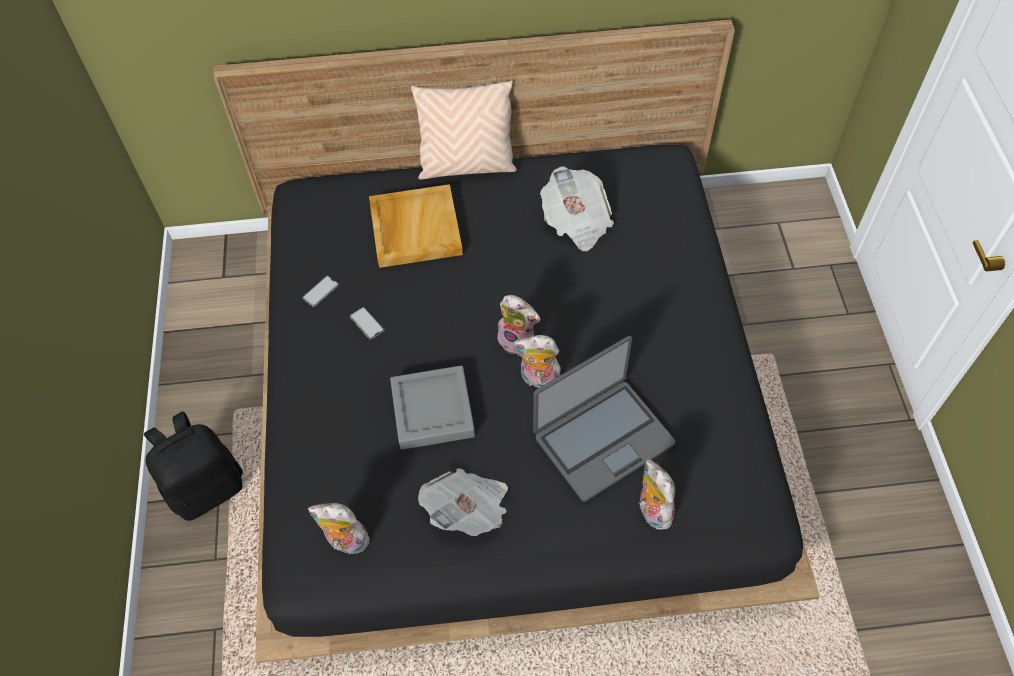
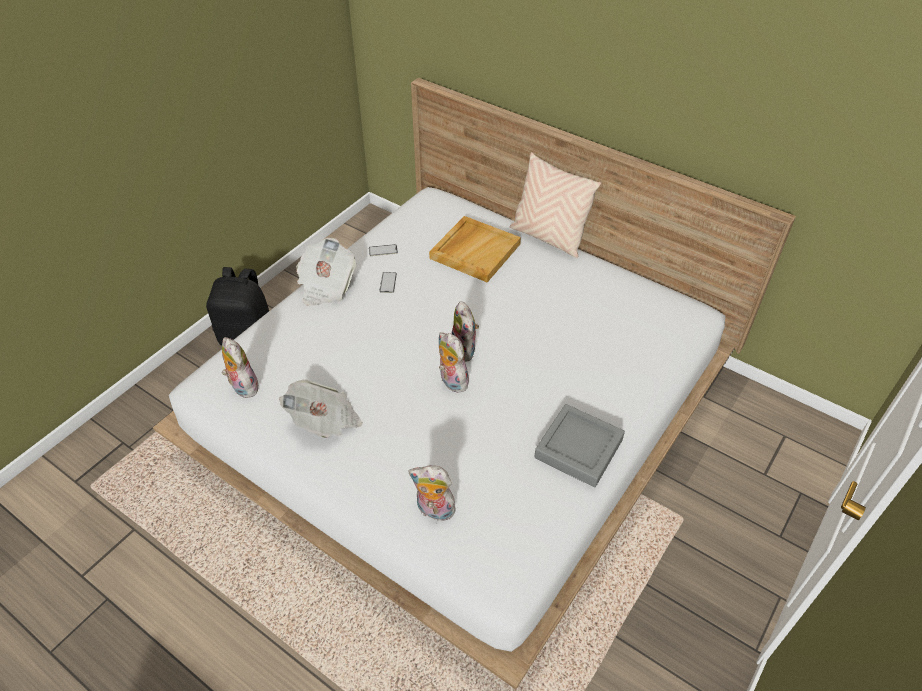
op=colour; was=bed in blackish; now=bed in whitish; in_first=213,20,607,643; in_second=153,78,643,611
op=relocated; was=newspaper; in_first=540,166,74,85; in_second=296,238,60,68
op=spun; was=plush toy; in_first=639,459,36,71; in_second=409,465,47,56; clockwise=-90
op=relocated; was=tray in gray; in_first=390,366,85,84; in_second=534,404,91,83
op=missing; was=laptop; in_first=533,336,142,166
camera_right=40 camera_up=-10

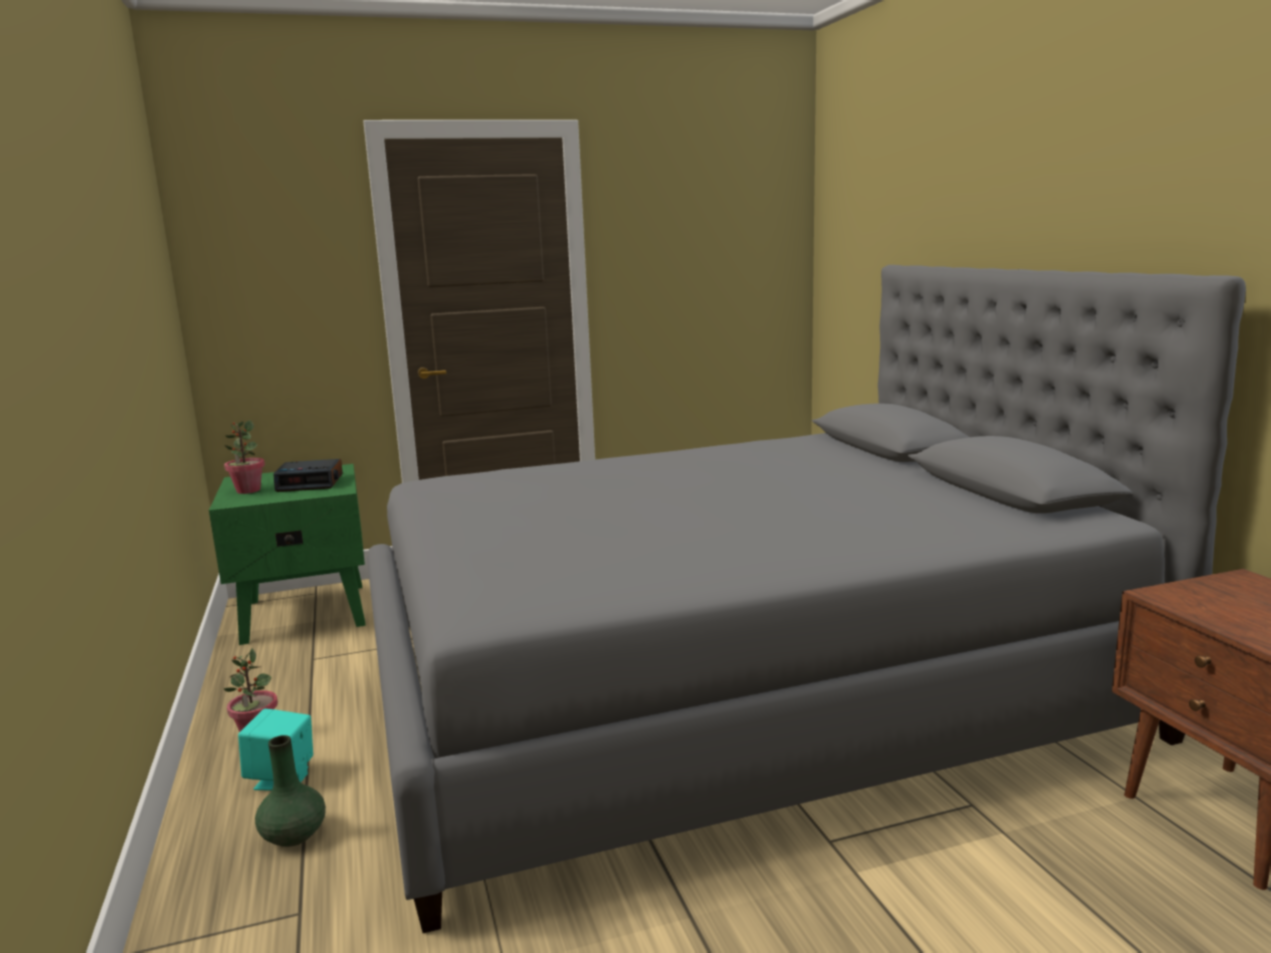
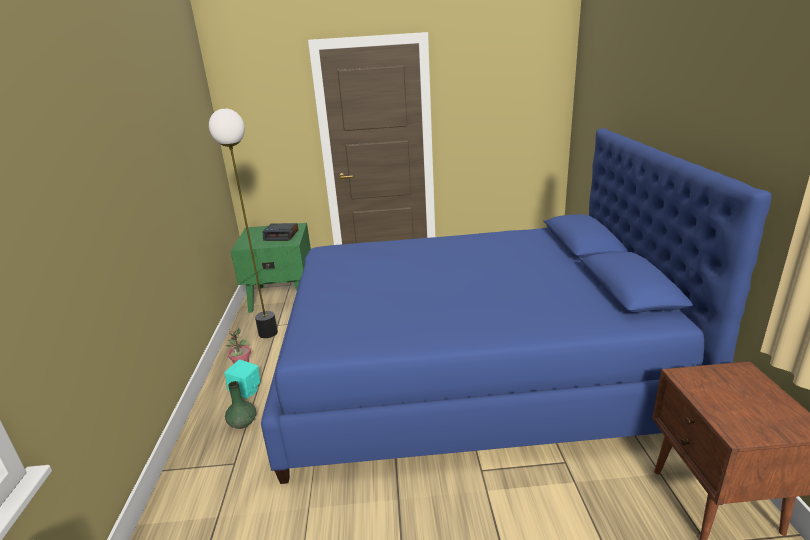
op=appeared; now=standing lamp; in_second=209,108,69,230
op=colour; was=bed in gray; now=bed in blue; in_first=367,265,879,668; in_second=261,128,511,356
op=missing; was=plant in a pot; in_first=224,420,41,74
camera_right=15 camera_up=10

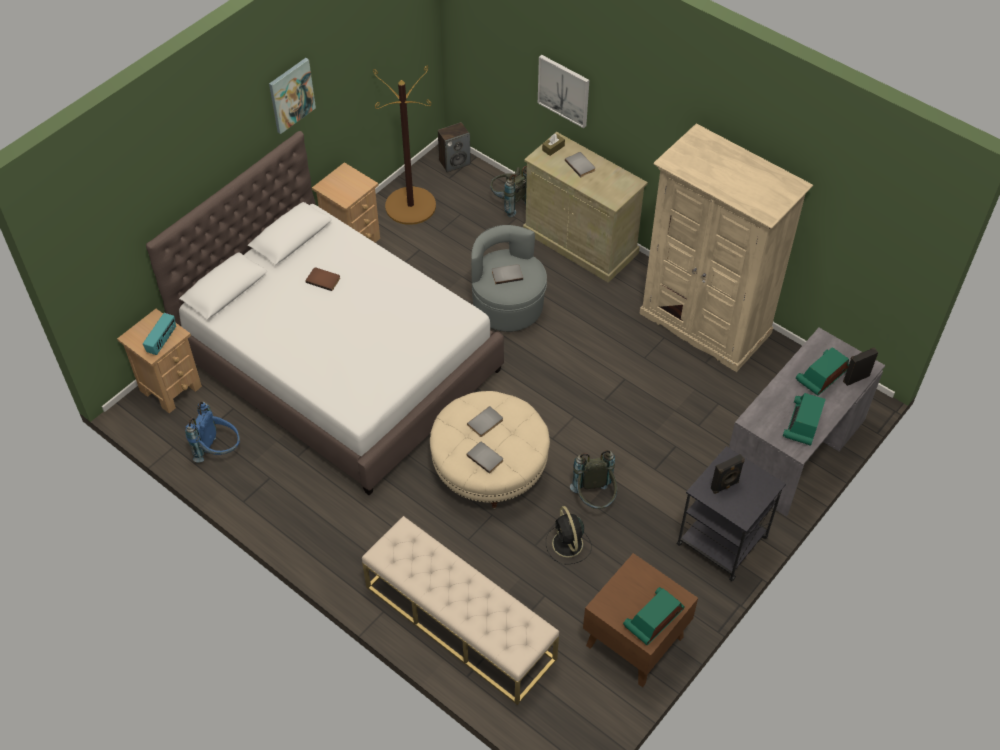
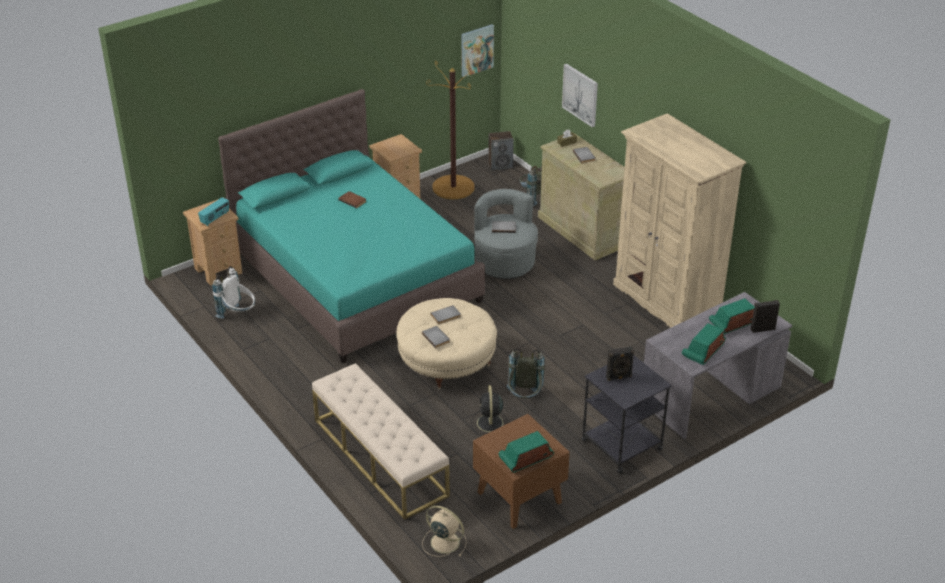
op=colour; was=rucksack in blue; now=rucksack in whitish; in_first=185,402,55,60; in_second=212,266,43,53
op=colour; was=bed in whitish; now=bed in turquoise; in_first=146,131,358,364; in_second=218,89,267,274
op=appeared; now=electric fan in beige; in_second=422,506,45,51
op=relocated; was=wall picture; in_first=269,58,47,76; in_second=461,24,33,53
camera_right=15 camera_up=-15

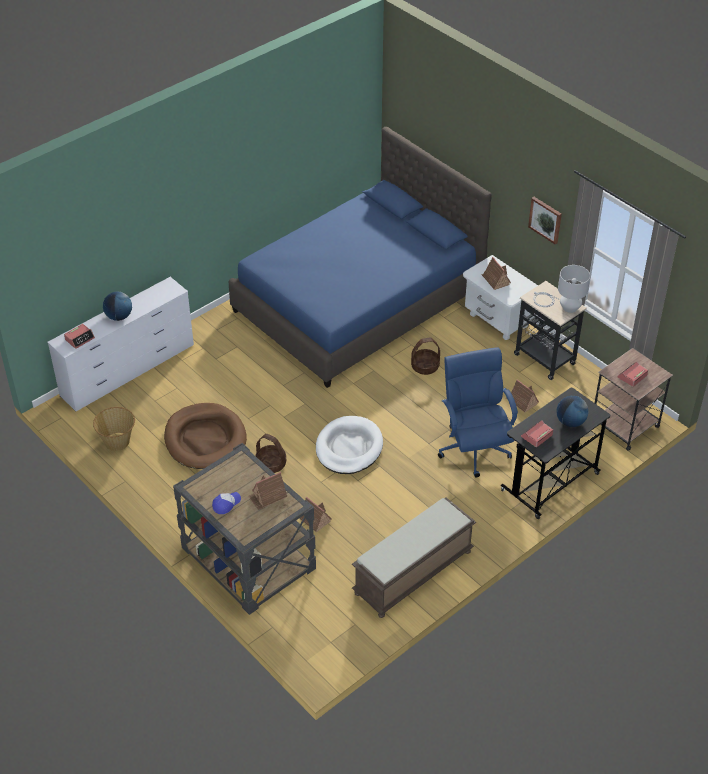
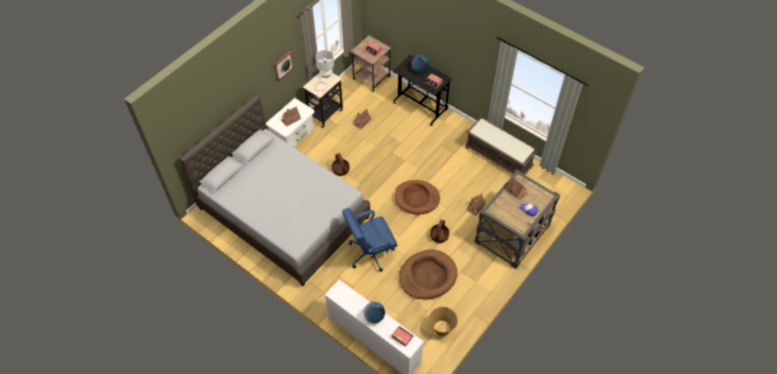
op=colour; was=bed in blue; now=bed in gray; in_first=229,127,263,261; in_second=180,95,191,191
op=relocated; was=desk chair in blue; in_first=438,347,80,131; in_second=342,208,55,64
op=colour; was=pet bed in whitish; now=pet bed in brown; in_first=316,416,67,58; in_second=395,180,45,35
camera_right=-100 camera_up=10

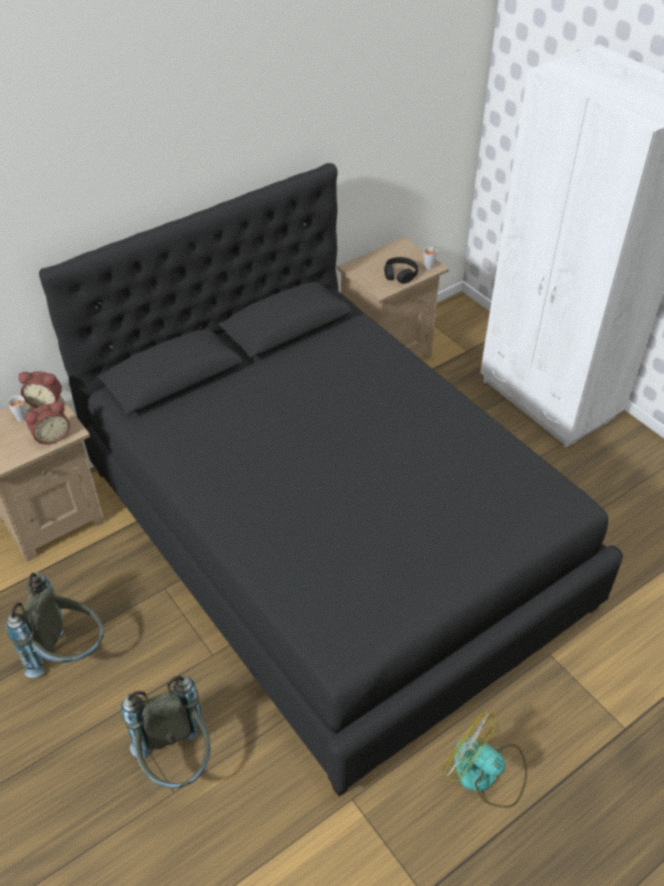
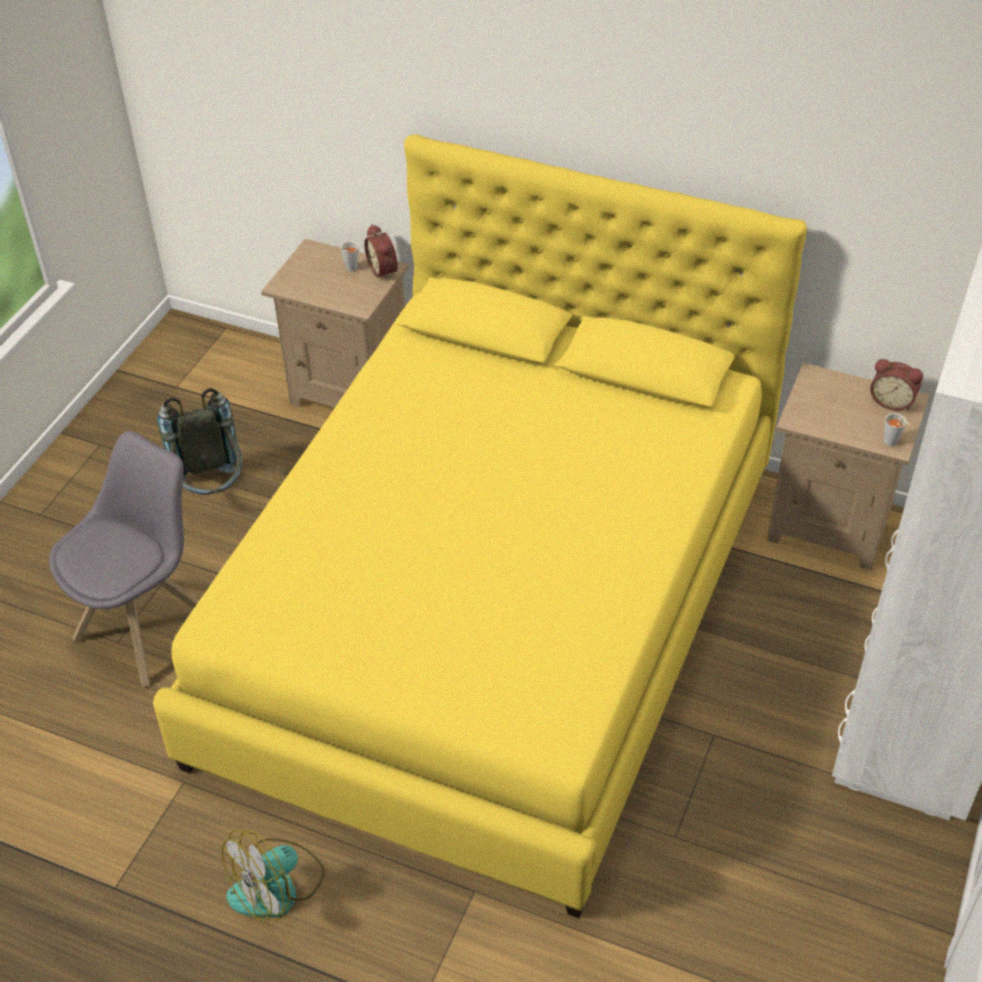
op=exchanged; was=rucksack in gray; now=upright chair in gray; in_first=121,675,90,113; in_second=49,431,150,256
op=colour; was=bed in blackish; now=bed in yellow; in_first=39,163,584,633; in_second=153,134,654,784
op=spun; was=electric fan; in_first=442,711,85,97; in_second=222,829,103,92; clockwise=-135
op=relocated; was=table clock; in_first=25,401,45,44; in_second=870,359,53,51
op=missing; was=headphones in blackish; in_first=384,257,34,27
camera_right=60 camera_up=0

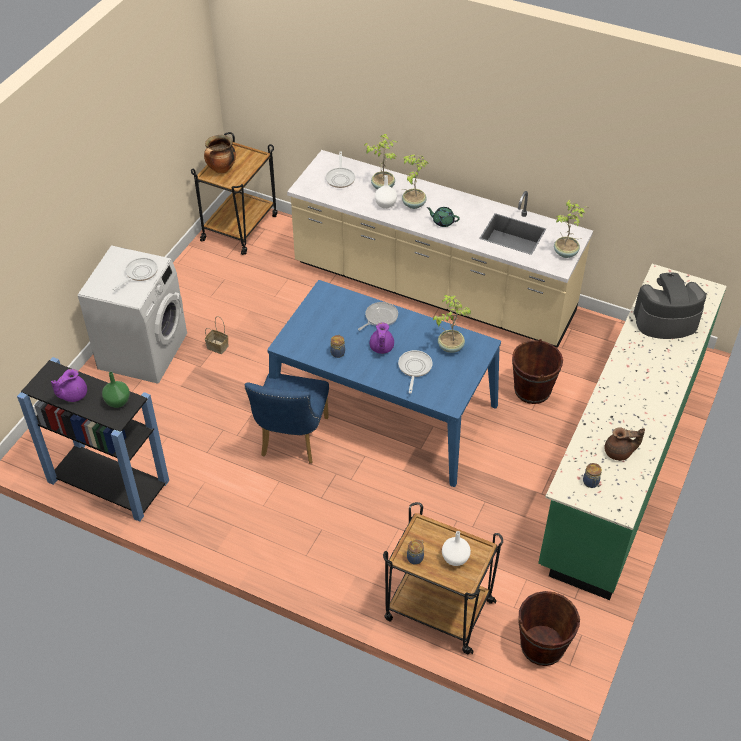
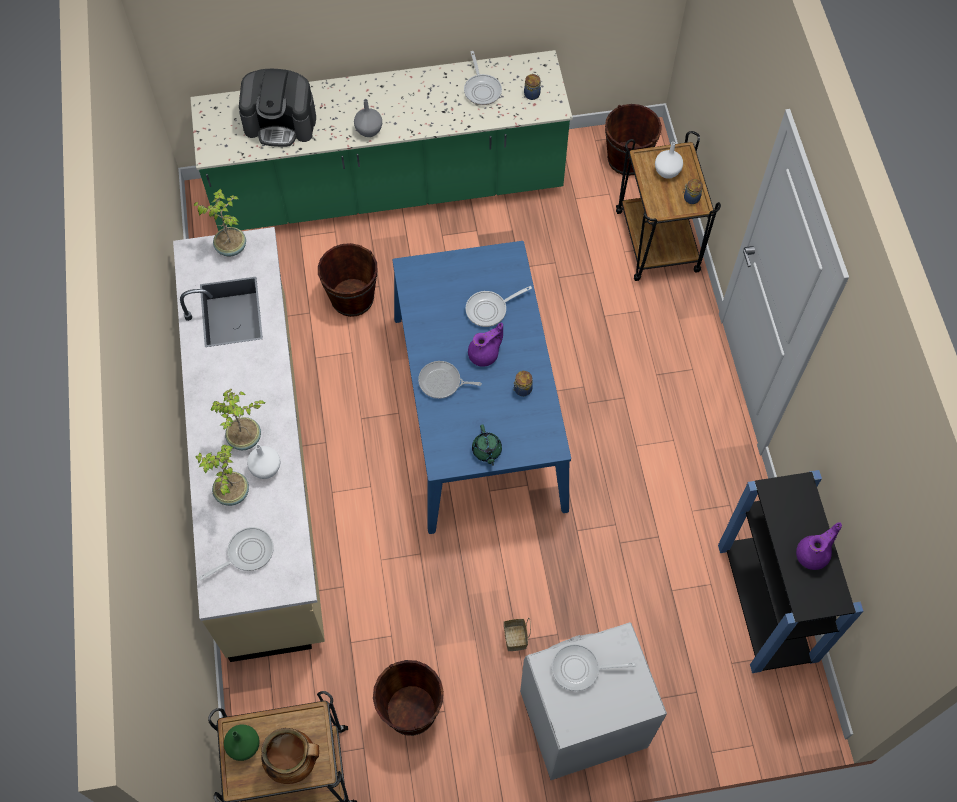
op=relocated; was=flower vase in green-coloured; in_first=102,372,28,36; in_second=224,725,36,36
op=spun; was=coffee brewer; in_first=633,273,73,66; in_second=239,69,77,78; clockwise=-45
op=appeared; now=flower vase in gray; in_second=354,99,28,38
op=appeared; now=water bucket in brown; in_second=373,660,71,76
op=exchanged; was=tea pot in brown; now=frying pan; in_first=604,427,41,34; in_second=464,51,38,54
op=relocated; was=tea pot in green-coloured; in_first=427,207,33,20; in_second=472,424,30,42
op=spun; was=tea pot in purple-coloured; in_first=51,369,36,33; in_second=796,522,46,48; clockwise=-45
op=missing; was=upright chair in blue; in_first=245,374,84,90
op=missing; was=plant in a pot; in_first=433,295,38,58
camera_right=-125 camera_up=15

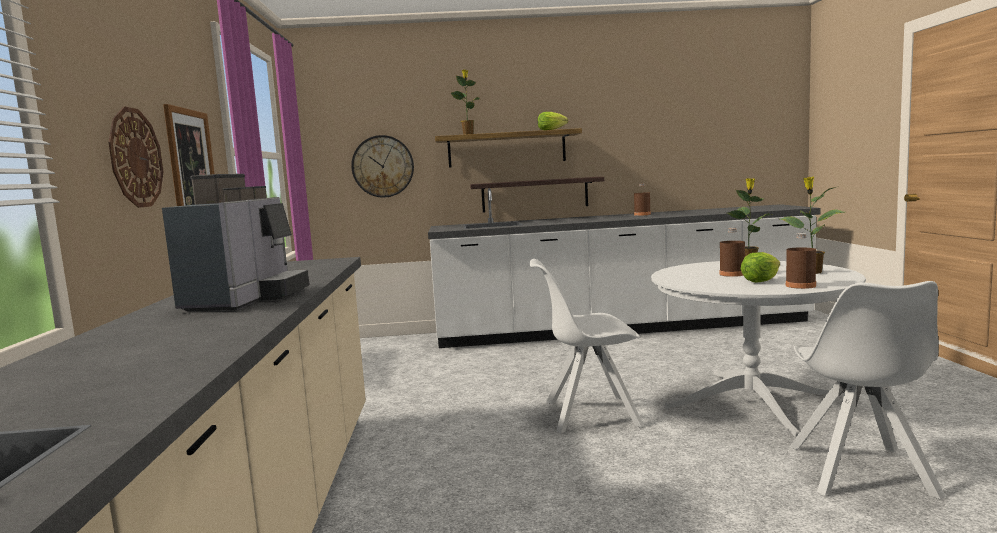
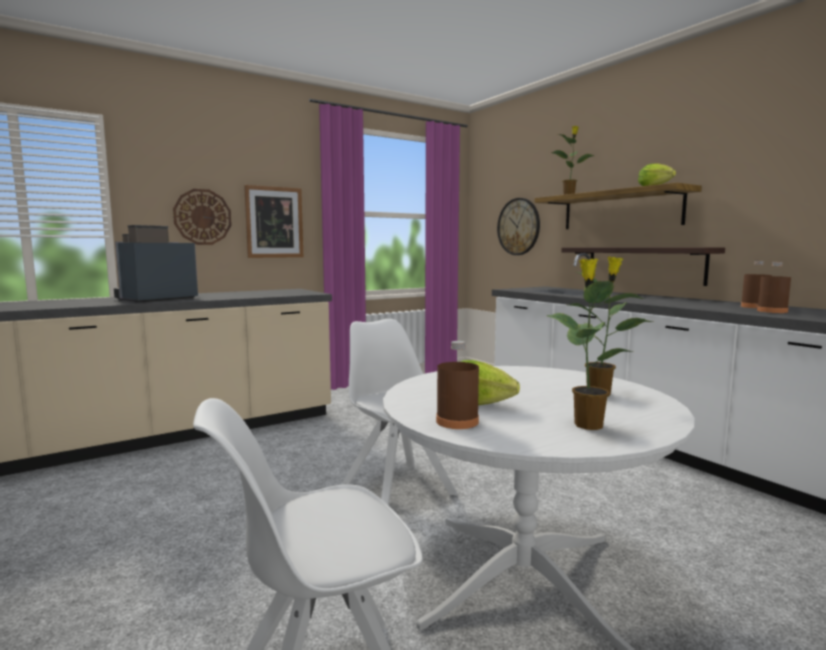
op=spun; was=coffee brewer; in_first=162,174,147,138; in_second=114,225,84,78; clockwise=150
op=relocated; was=bottle in brown; in_first=720,228,25,49; in_second=757,262,34,51
camera_right=60 camera_up=0

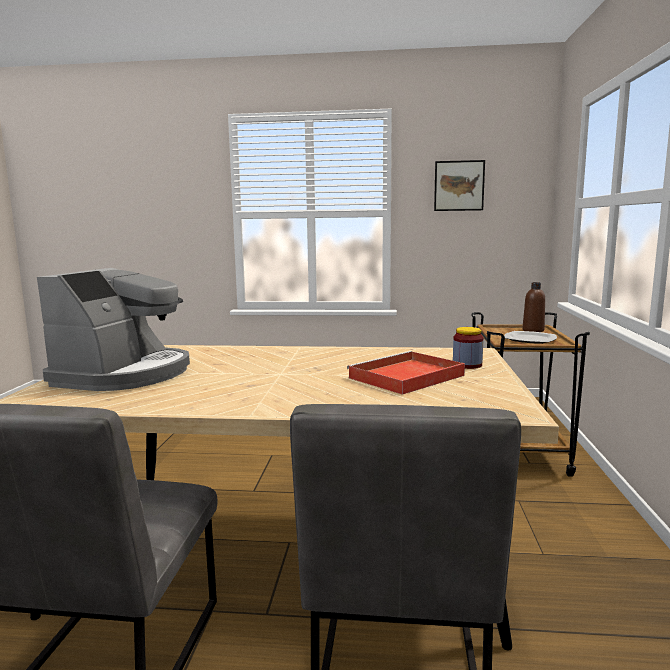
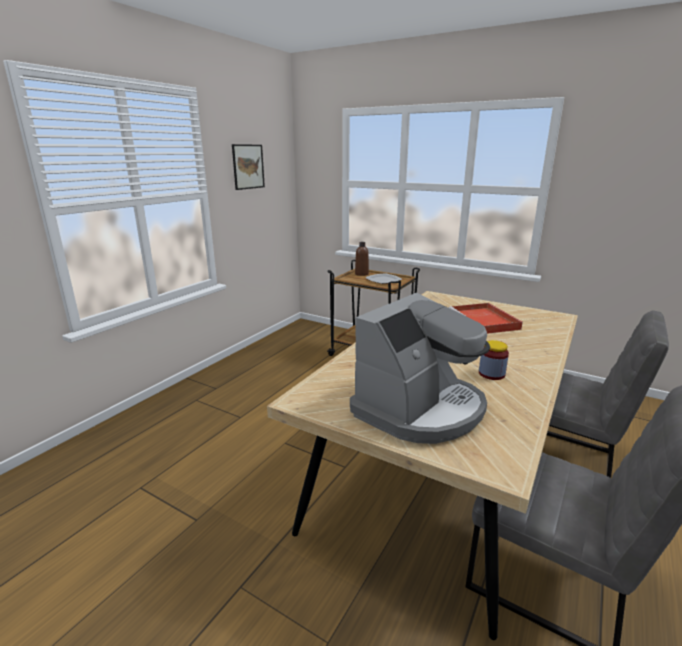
op=spun; was=coffee brewer; in_first=37,268,153,123; in_second=350,293,140,151; clockwise=90
op=relocated; was=storage jar; in_first=453,327,30,42; in_second=479,340,30,40
camera_right=-65 camera_up=10

